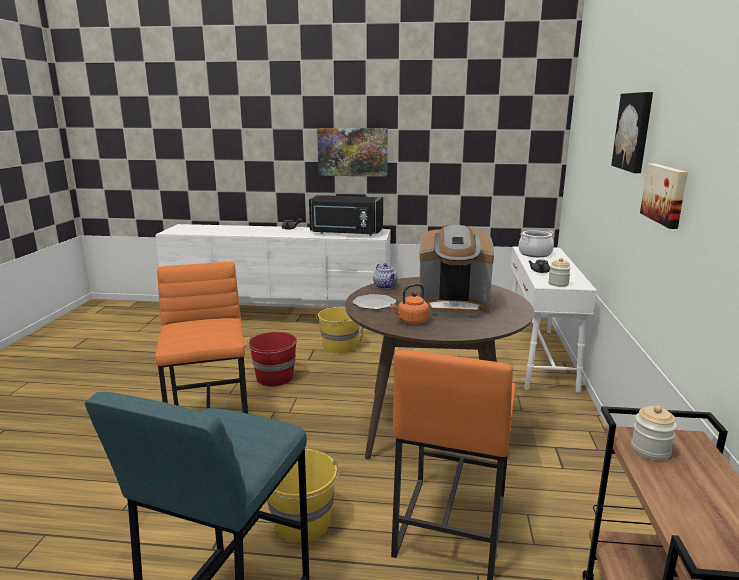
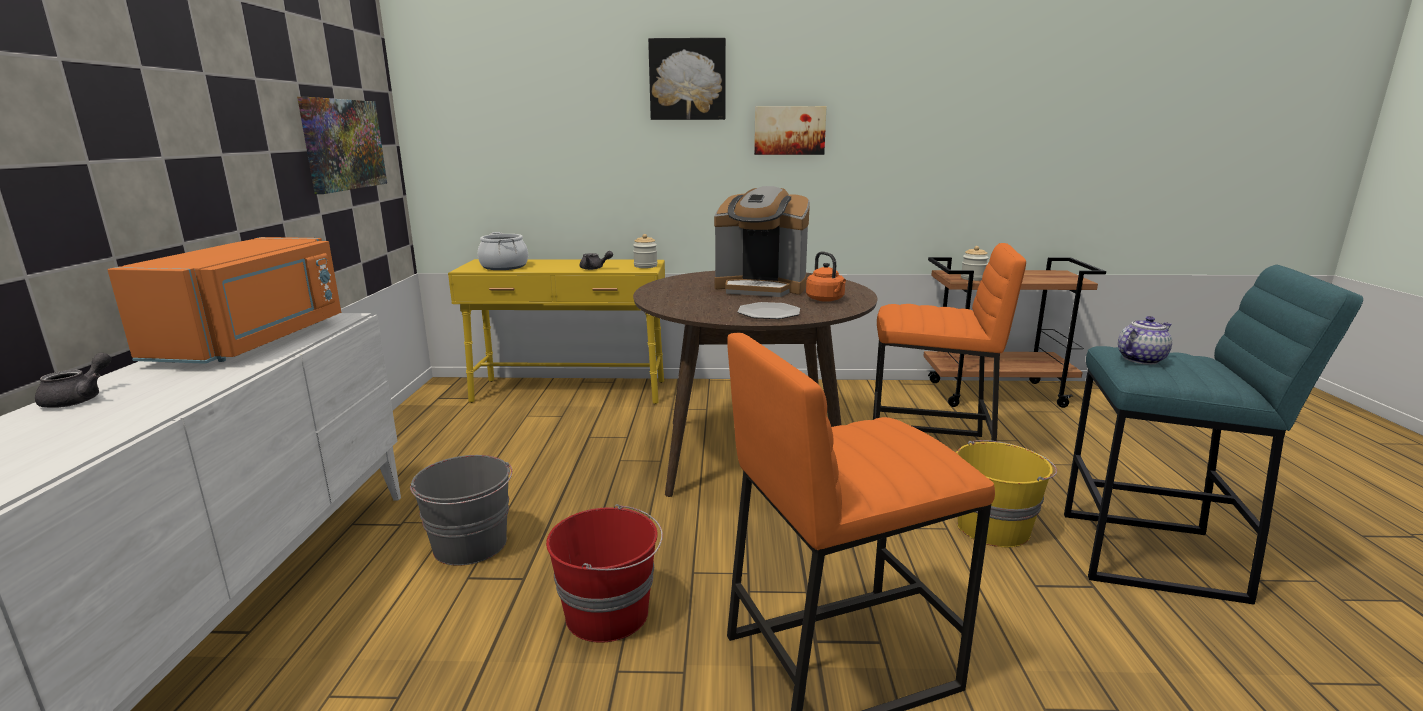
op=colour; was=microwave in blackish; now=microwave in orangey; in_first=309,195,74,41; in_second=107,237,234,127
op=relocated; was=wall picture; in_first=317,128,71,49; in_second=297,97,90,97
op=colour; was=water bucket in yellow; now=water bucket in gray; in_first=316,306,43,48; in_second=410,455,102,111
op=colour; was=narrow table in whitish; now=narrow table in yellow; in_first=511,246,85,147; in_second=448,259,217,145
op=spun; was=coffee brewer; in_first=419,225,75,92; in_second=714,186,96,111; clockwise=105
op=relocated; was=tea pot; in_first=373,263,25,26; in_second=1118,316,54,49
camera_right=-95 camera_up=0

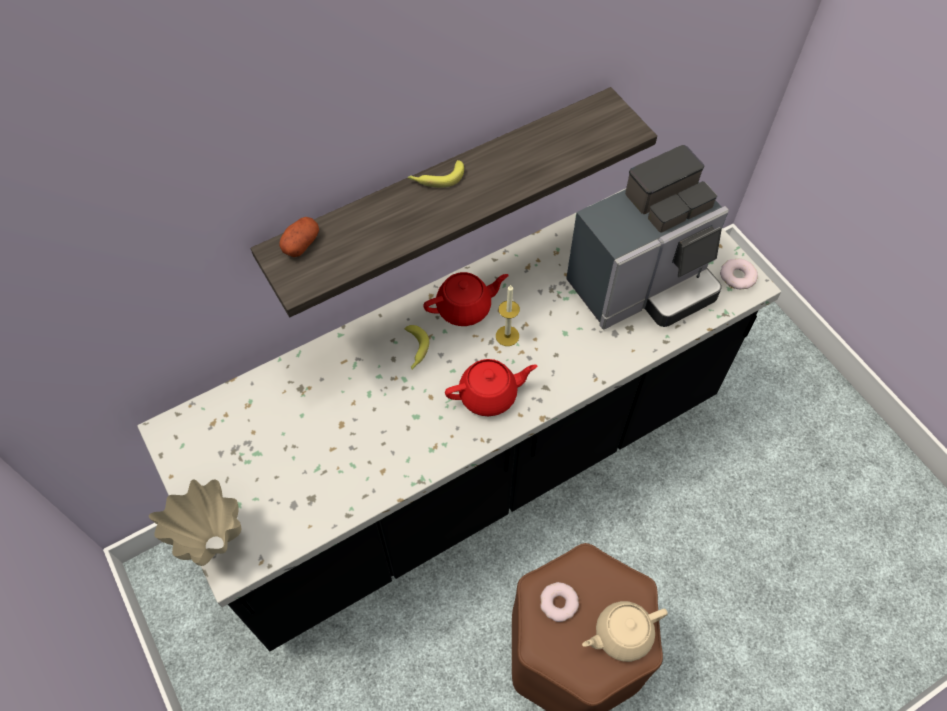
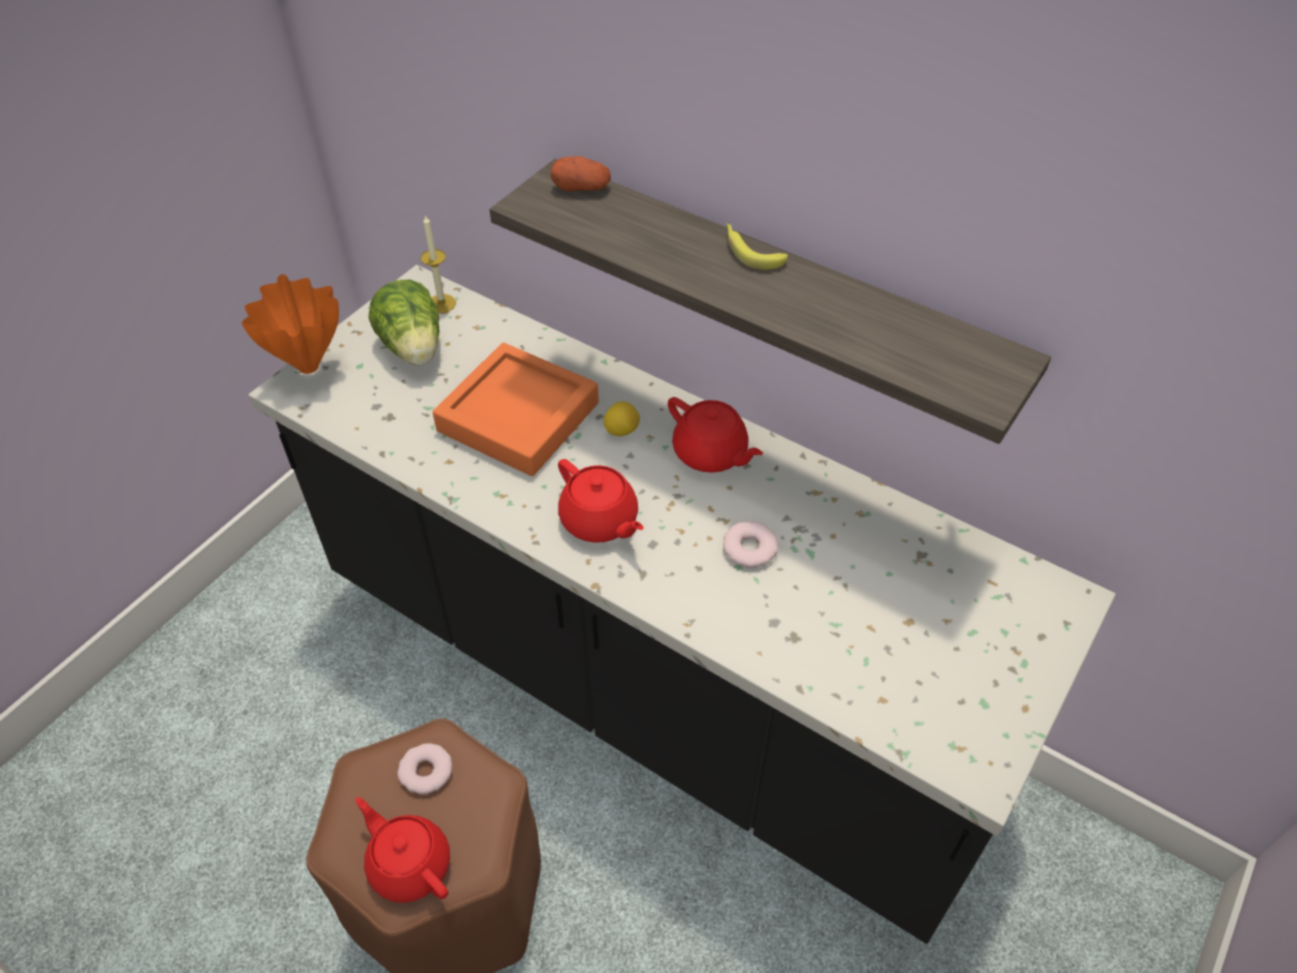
op=colour; was=flower vase in beige; now=flower vase in orangey; in_first=149,479,92,87; in_second=242,274,97,100
op=colour; was=tea pot in beige; now=tea pot in red; in_first=582,601,86,61; in_second=355,797,95,106
op=appeared; now=lettuce; in_second=368,280,71,85
op=relocated; was=wax candle; in_first=496,284,24,62; in_second=421,215,35,98
op=appeared; now=tray in orangey; in_second=433,343,166,133
op=exchanged; was=banana fruit; now=whole lemon; in_first=404,325,25,45; in_second=604,402,36,34
op=relocated; was=doughnut; in_first=720,258,38,31; in_second=723,521,55,47
op=missing; was=coffee brewer; in_first=566,145,163,185
camera_right=65 camera_up=-10

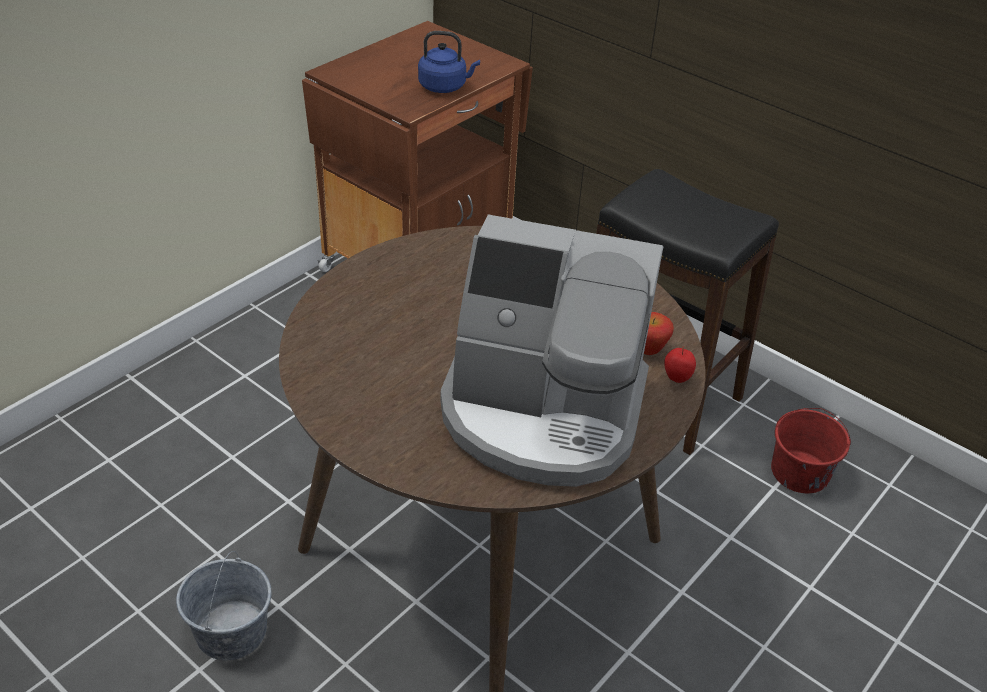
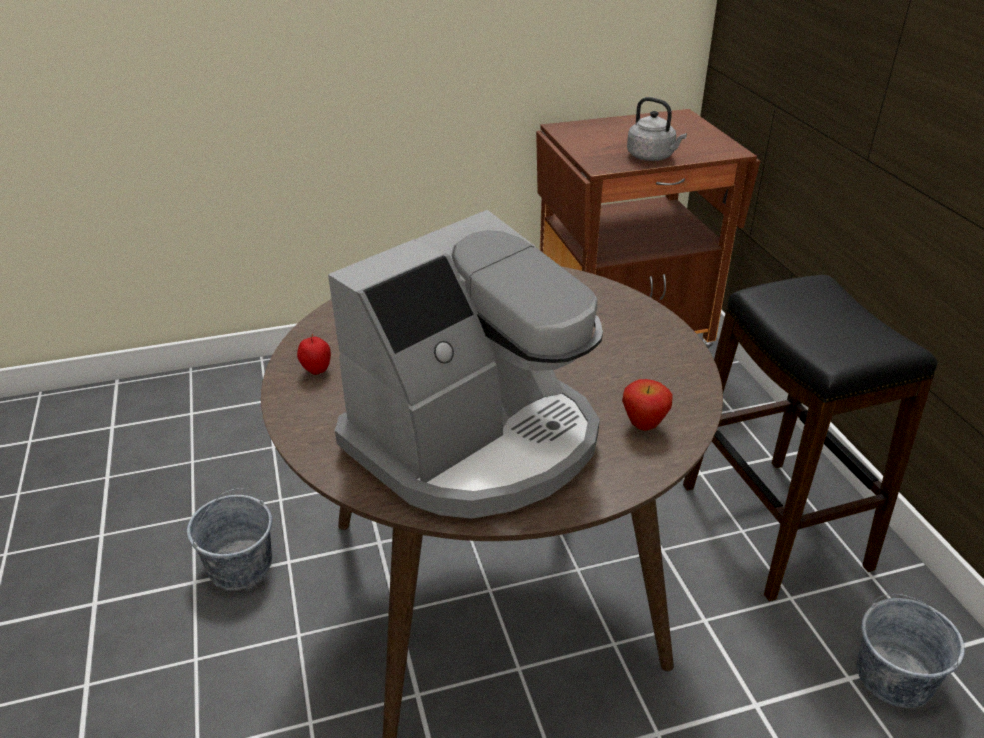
op=relocated; was=whole apple; in_first=664,347,32,36; in_second=297,334,34,41
op=spun; was=coffee brewer; in_first=440,214,223,273; in_second=328,210,275,309; clockwise=-90
op=colour; was=tea kettle in blue; now=tea kettle in gray; in_first=418,31,62,62; in_second=627,97,60,64
op=colour; was=water bucket in red; now=water bucket in gray; in_first=771,408,80,85; in_second=857,594,108,114
camera_right=35 camera_up=-5

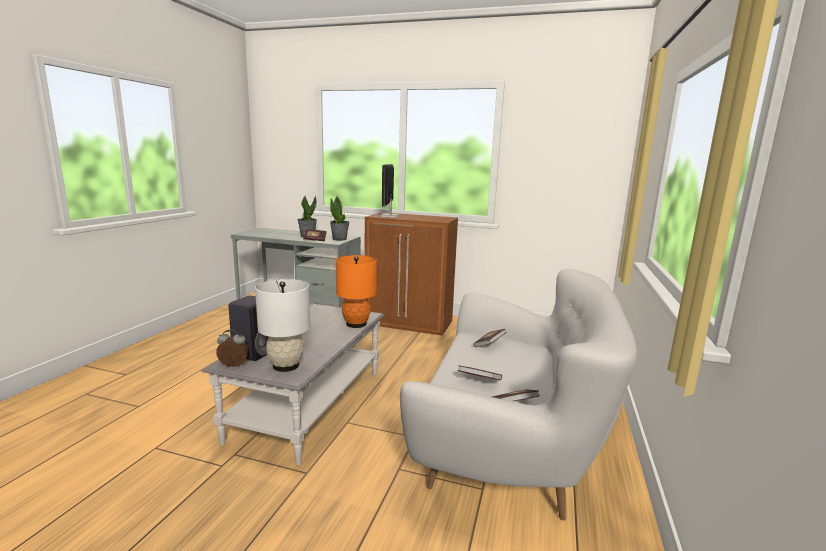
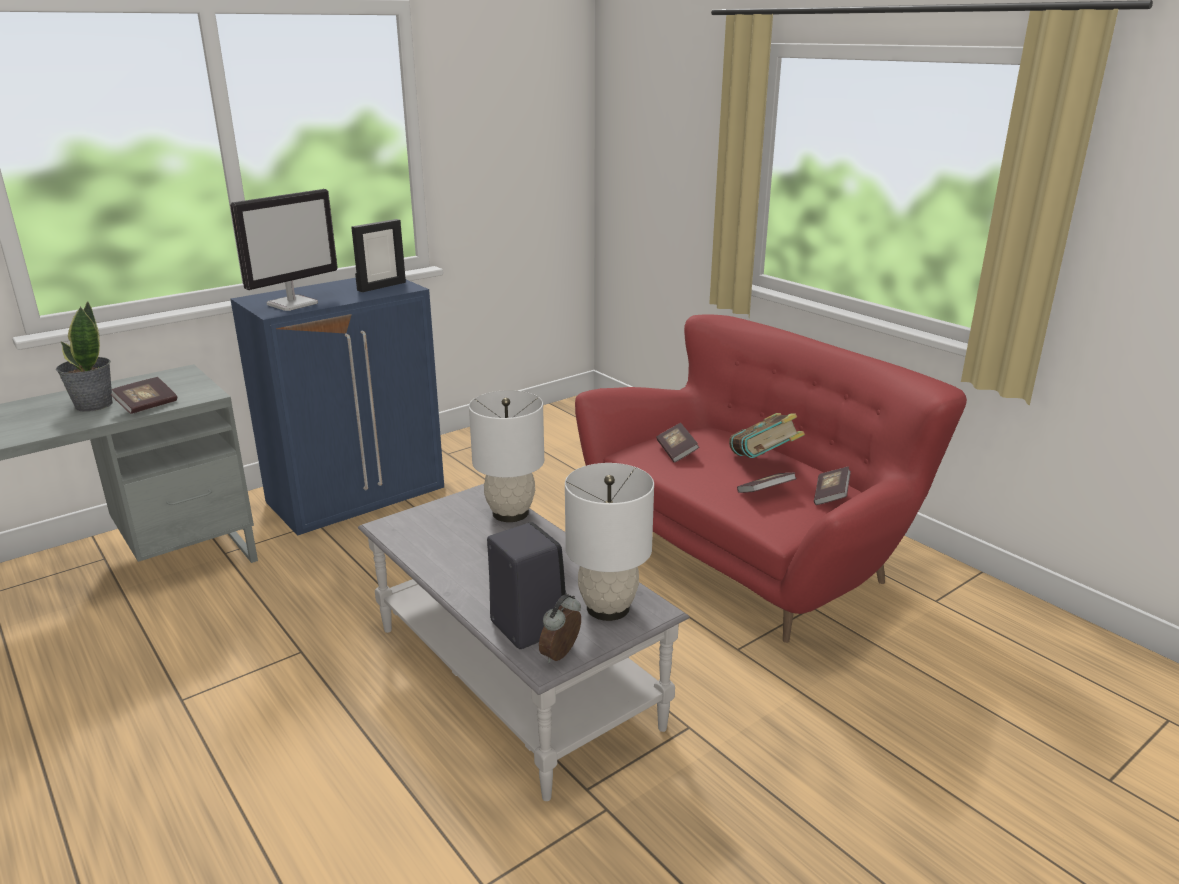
op=spun; was=computer display; in_first=379,164,20,54; in_second=230,189,108,122; clockwise=-90
op=colour; was=cupboard in brown; now=cupboard in blue; in_first=365,212,93,124; in_second=230,278,214,258
op=appeared; now=photo frame; in_second=351,219,55,73
op=colour; was=lamp for a table in orangey; now=lamp for a table in whitish; in_first=336,255,41,73; in_second=469,390,75,132
op=colour; was=sofa in whitish; now=sofa in red; in_first=400,269,237,252; in_second=575,314,392,329
op=appeared; now=bound book; in_second=729,413,76,45
op=missing; was=plant in a pot; in_first=330,196,19,45
camera_right=-55 camera_up=10

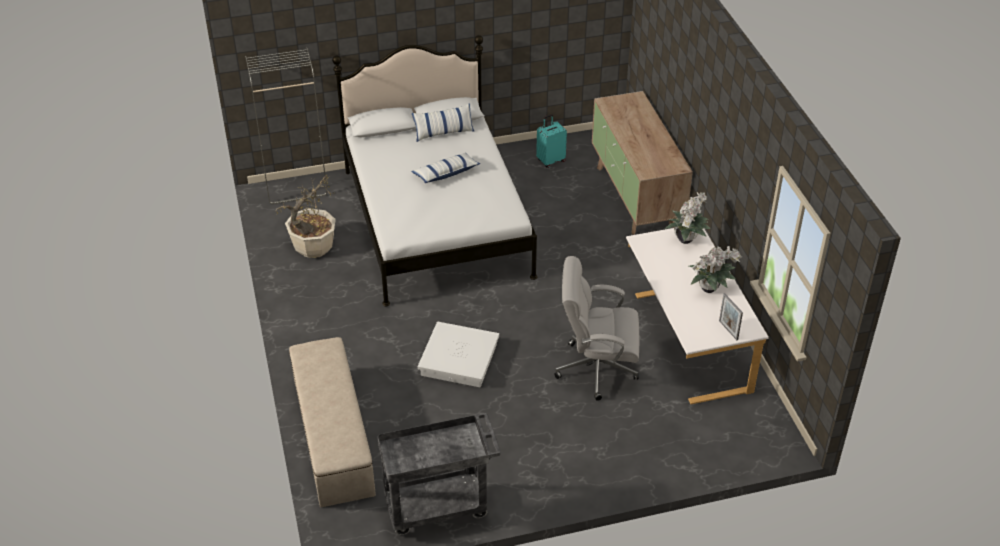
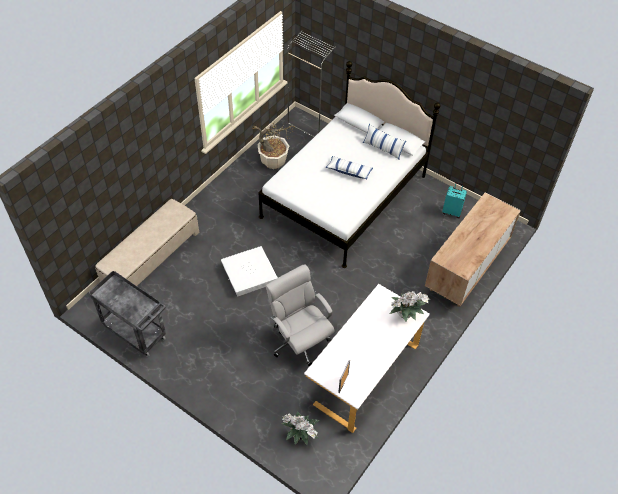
op=relocated; was=plant in a pot; in_first=689,246,53,47; in_second=281,411,38,35
camera_right=50 camera_up=10

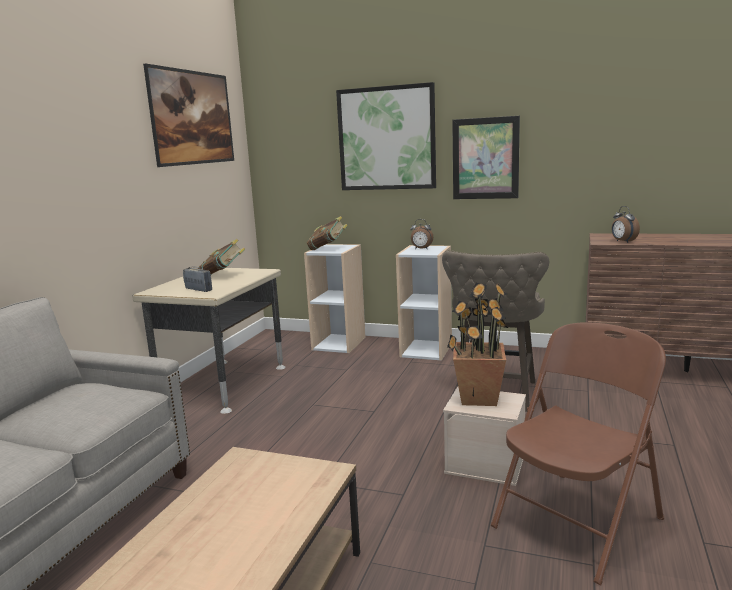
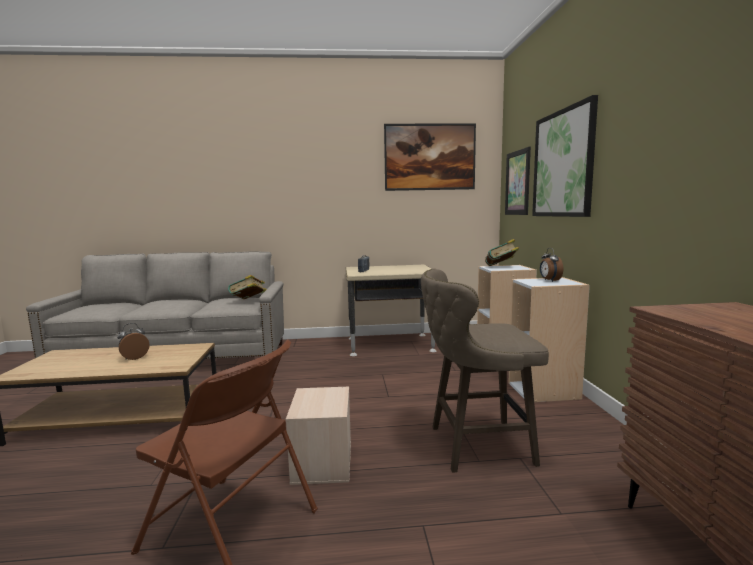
op=relocated; was=table clock; in_first=612,206,28,37; in_second=117,323,32,37
op=relocated; was=bound book; in_first=198,239,47,36; in_second=228,275,39,24
op=relocated; was=wall picture; in_first=452,116,68,83; in_second=505,147,26,68
op=missing; was=plant in a pot; in_first=447,283,61,123
camera_right=65 camera_up=-5

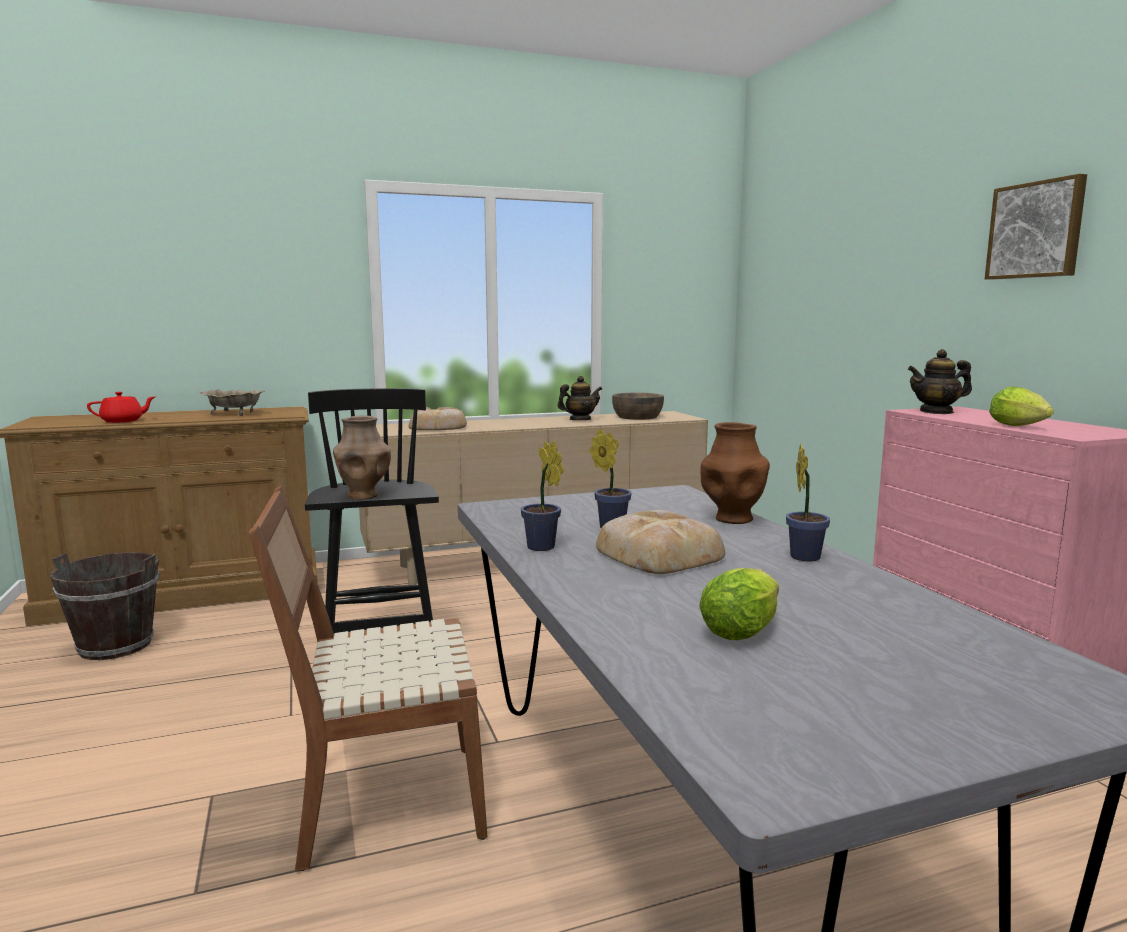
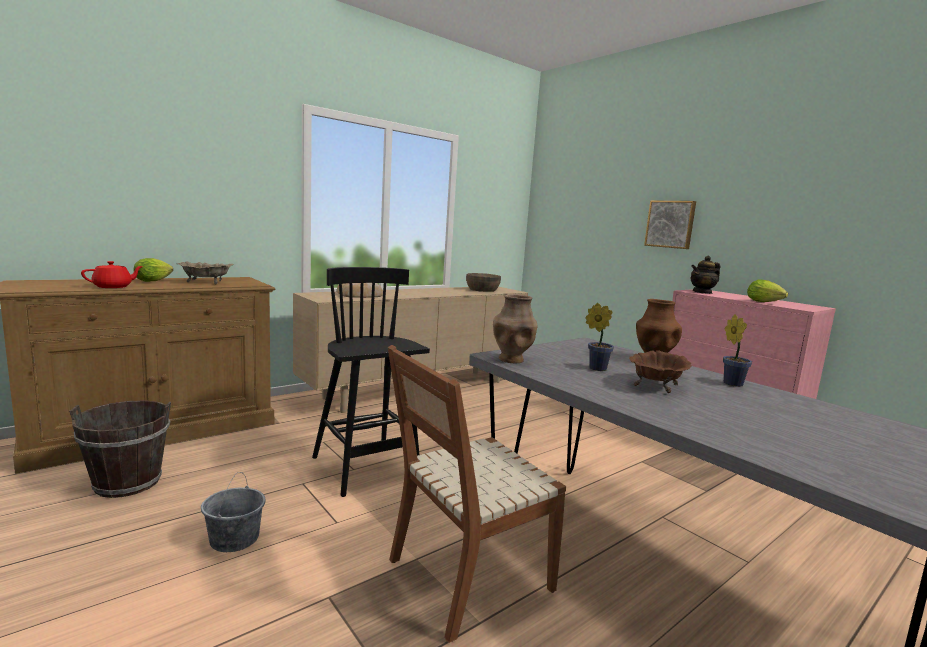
op=relocated; was=lettuce; in_first=699,568,80,72; in_second=133,258,40,24
op=appeared; now=water bucket in gray; in_second=201,472,64,80
op=relocated; was=flower vase in brown; in_first=333,416,58,83; in_second=493,294,45,69
op=exchanged; was=bread; now=serving bowl in brown; in_first=596,510,129,64; in_second=629,350,63,43
op=relocated; was=wall picture; in_first=985,174,102,106; in_second=644,201,52,48
op=missing; was=plant in a pot; in_first=521,441,43,110
op=missing; was=tea pot; in_first=557,376,45,44
camera_right=-20 camera_up=0

